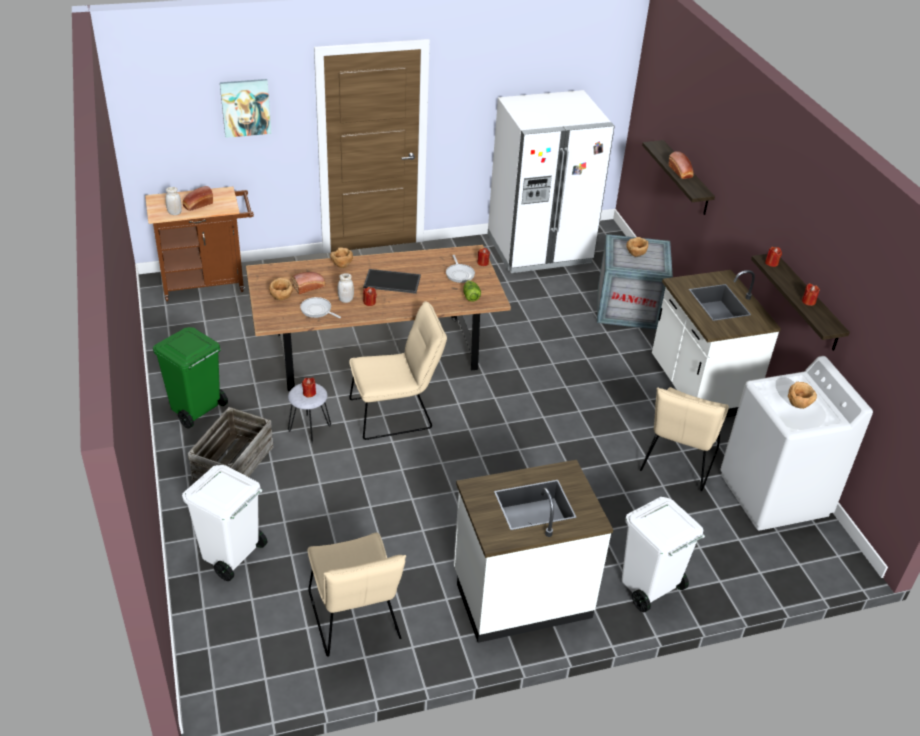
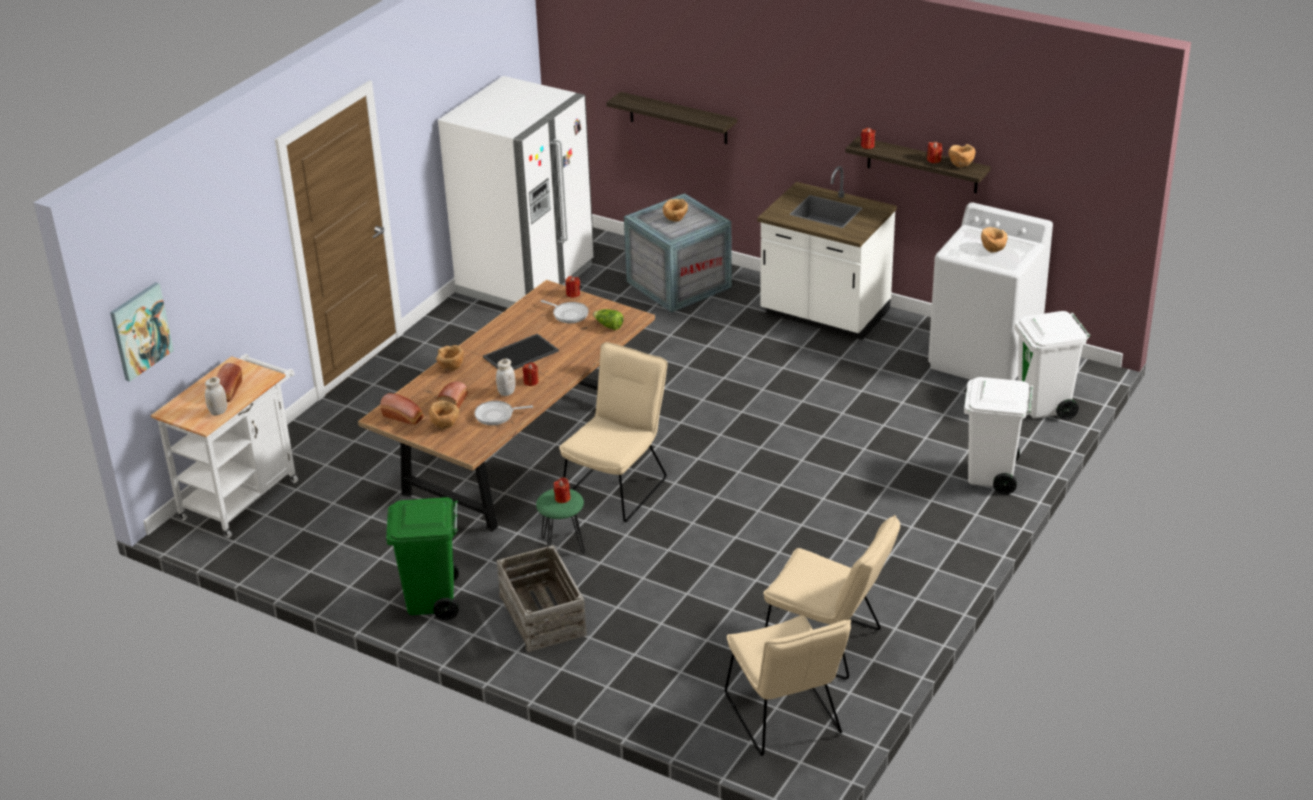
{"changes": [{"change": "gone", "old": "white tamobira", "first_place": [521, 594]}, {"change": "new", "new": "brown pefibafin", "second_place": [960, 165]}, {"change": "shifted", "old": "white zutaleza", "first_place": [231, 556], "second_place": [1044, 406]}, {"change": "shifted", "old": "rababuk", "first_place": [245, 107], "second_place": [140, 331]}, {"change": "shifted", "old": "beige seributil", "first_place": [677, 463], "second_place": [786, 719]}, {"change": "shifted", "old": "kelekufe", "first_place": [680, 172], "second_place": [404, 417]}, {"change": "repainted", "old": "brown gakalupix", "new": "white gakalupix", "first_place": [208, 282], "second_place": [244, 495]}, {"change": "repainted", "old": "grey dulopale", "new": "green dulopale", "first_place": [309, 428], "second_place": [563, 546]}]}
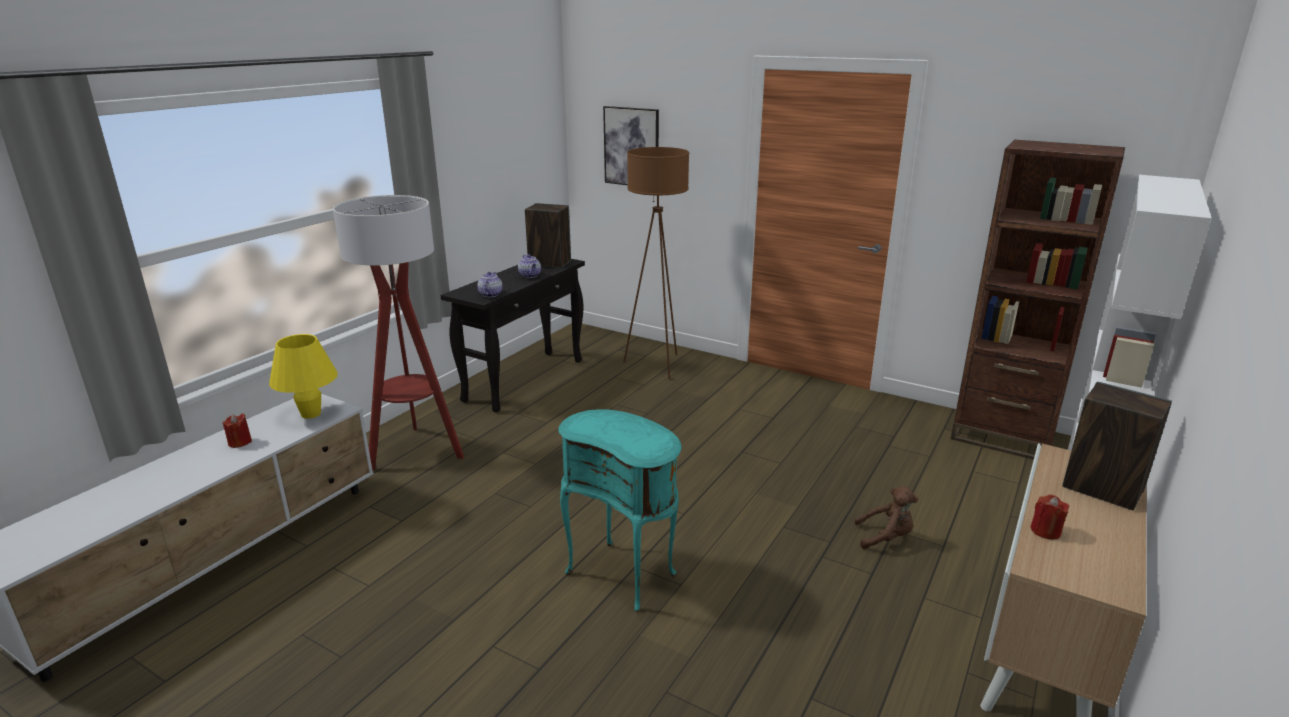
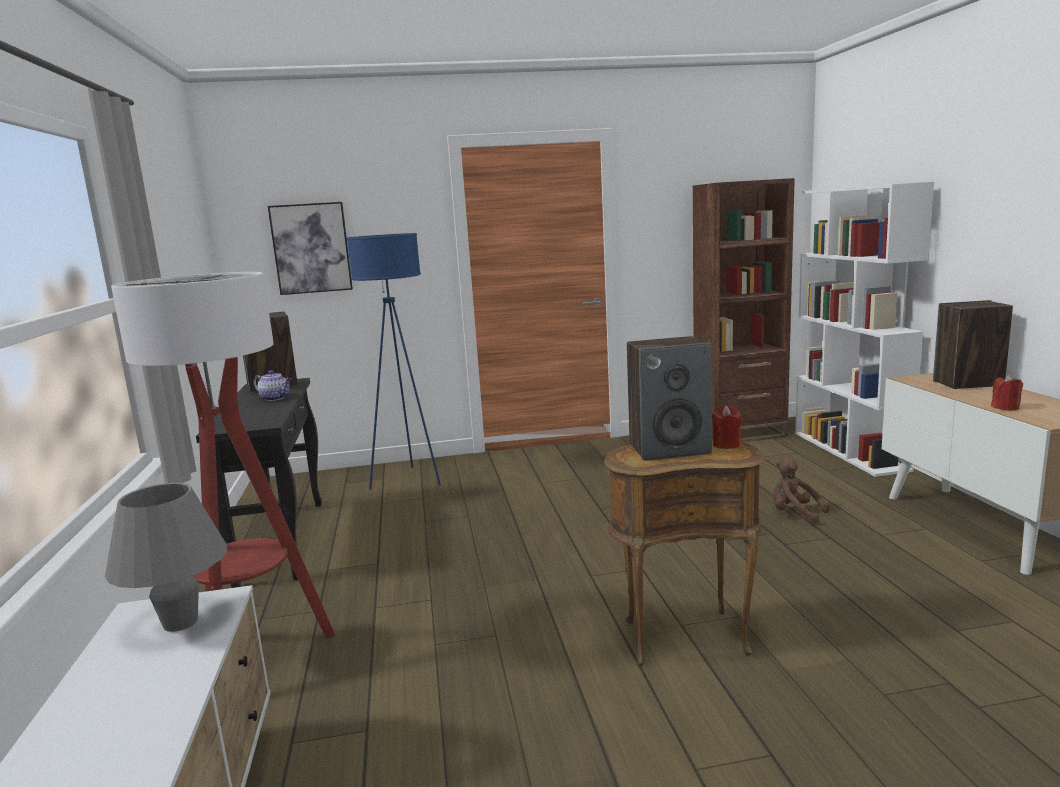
{"changes": [{"change": "gone", "old": "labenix", "first_place": [490, 294]}, {"change": "new", "new": "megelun", "second_place": [669, 449]}, {"change": "shifted", "old": "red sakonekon", "first_place": [240, 442], "second_place": [726, 444]}, {"change": "repainted", "old": "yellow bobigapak", "new": "grey bobigapak", "first_place": [311, 414], "second_place": [181, 622]}, {"change": "repainted", "old": "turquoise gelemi", "new": "brown gelemi", "first_place": [624, 573], "second_place": [683, 635]}, {"change": "repainted", "old": "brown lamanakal", "new": "blue lamanakal", "first_place": [656, 365], "second_place": [408, 480]}, {"change": "rotated", "old": "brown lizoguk", "first_place": [886, 537], "second_place": [795, 514], "degrees": -105}]}
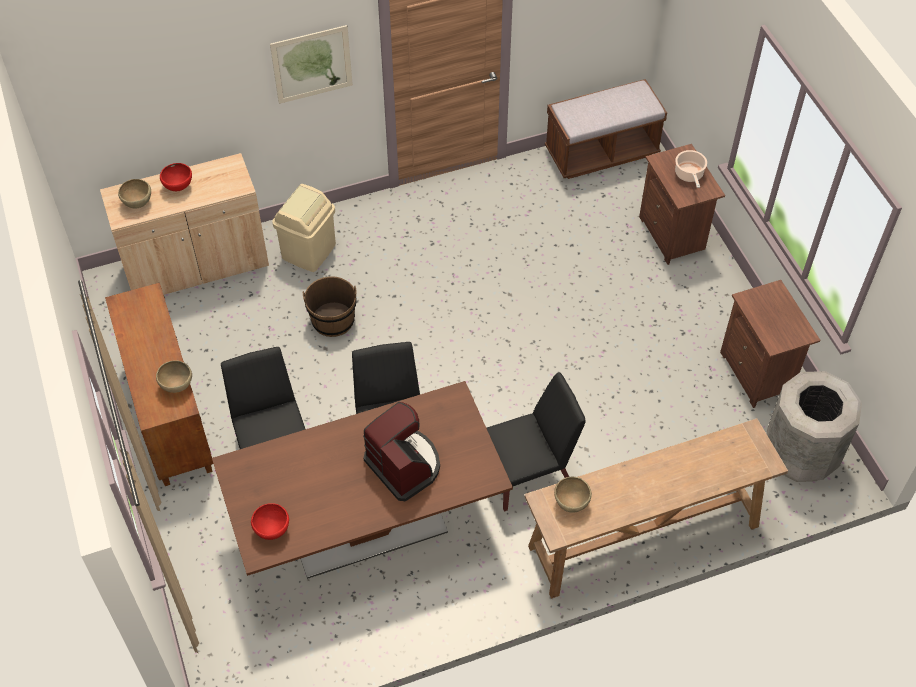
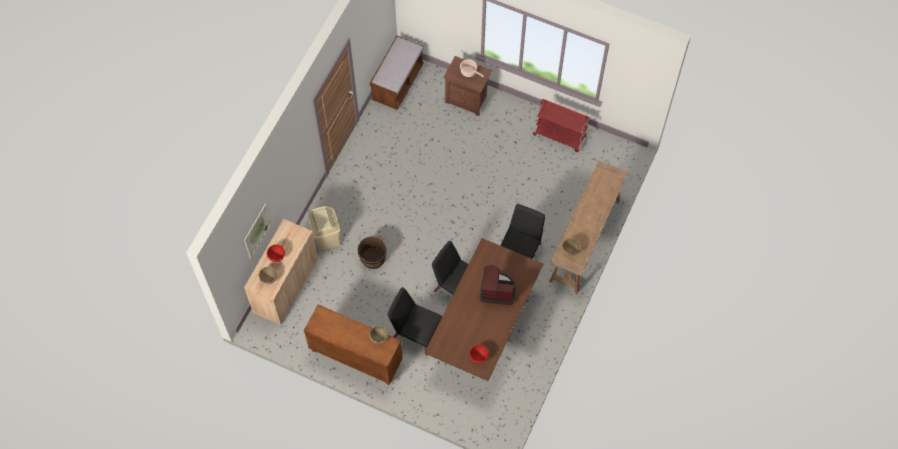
{"changes": [{"change": "gone", "old": "grey zutaleza", "first_place": [800, 454]}, {"change": "shifted", "old": "rababuk", "first_place": [312, 64], "second_place": [258, 230]}, {"change": "swapped", "old": "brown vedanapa", "new": "red gakalupix", "first_place": [758, 373], "second_place": [560, 135]}]}
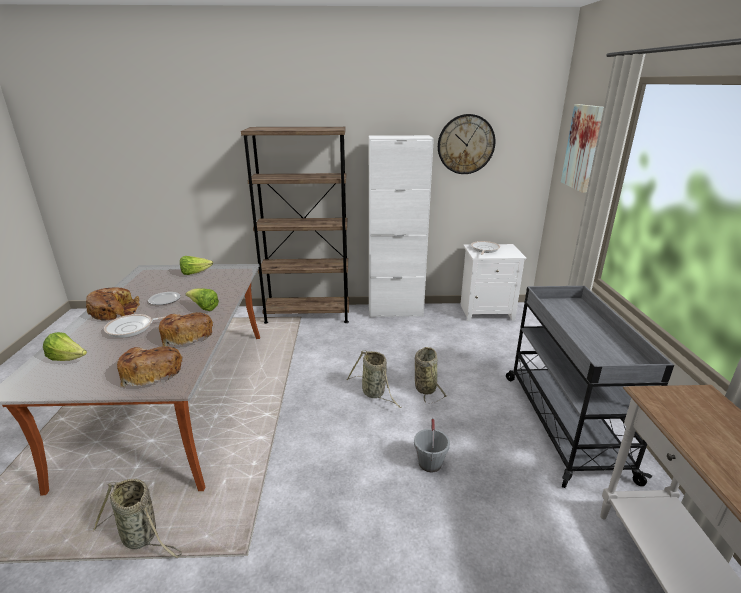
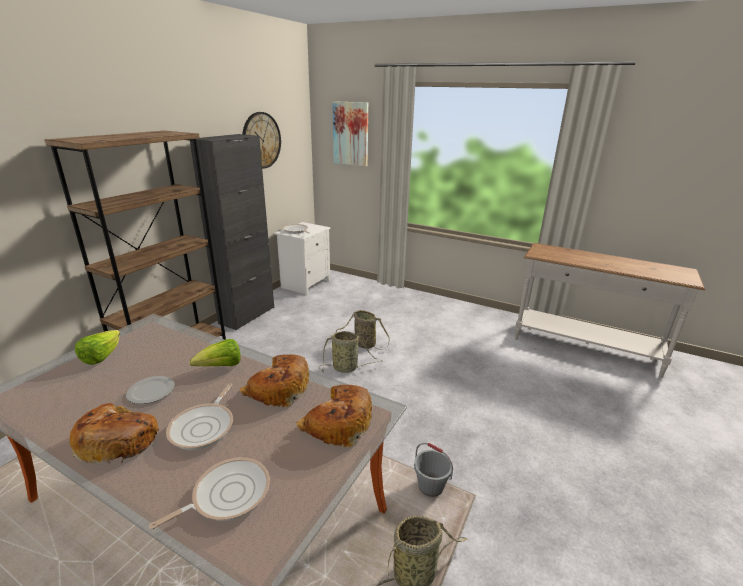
{"changes": [{"change": "gone", "old": "grey gakalupix", "first_place": [563, 423]}, {"change": "shifted", "old": "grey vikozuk", "first_place": [430, 463], "second_place": [431, 487]}, {"change": "swapped", "old": "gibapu", "new": "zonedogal", "first_place": [68, 359], "second_place": [227, 495]}, {"change": "repainted", "old": "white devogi", "new": "black devogi", "first_place": [395, 311], "second_place": [247, 315]}]}
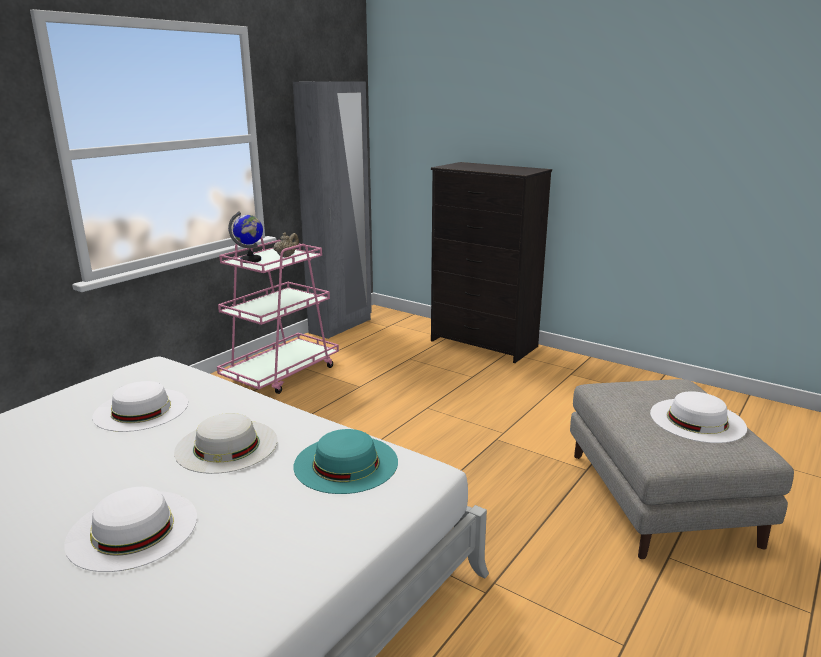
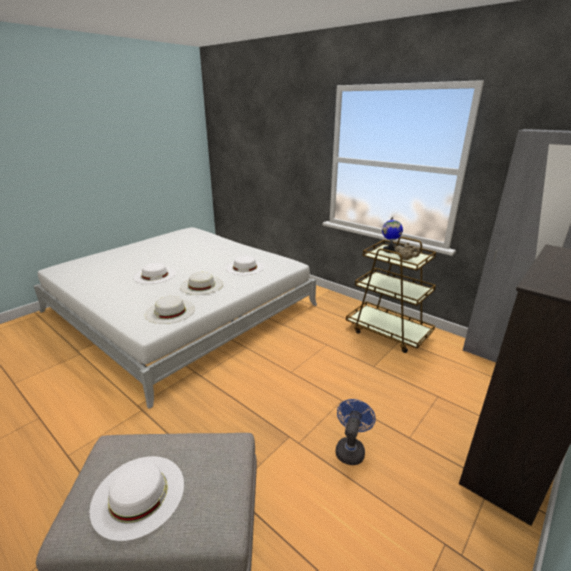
{"changes": [{"change": "new", "new": "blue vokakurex", "second_place": [350, 449]}, {"change": "repainted", "old": "pink gakalupix", "new": "brown gakalupix", "first_place": [281, 373], "second_place": [388, 332]}, {"change": "repainted", "old": "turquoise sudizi", "new": "white sudizi", "first_place": [346, 463], "second_place": [170, 311]}]}
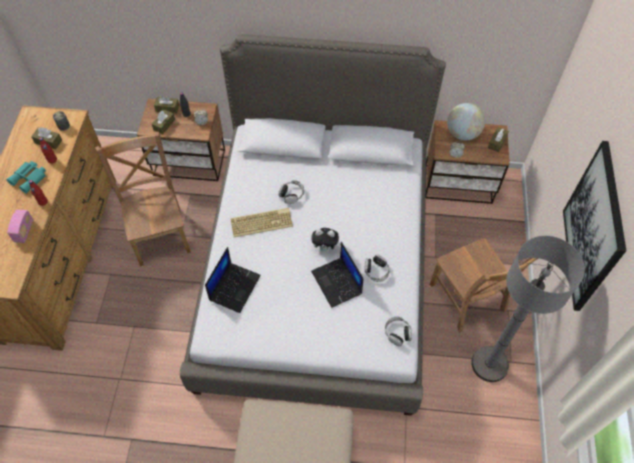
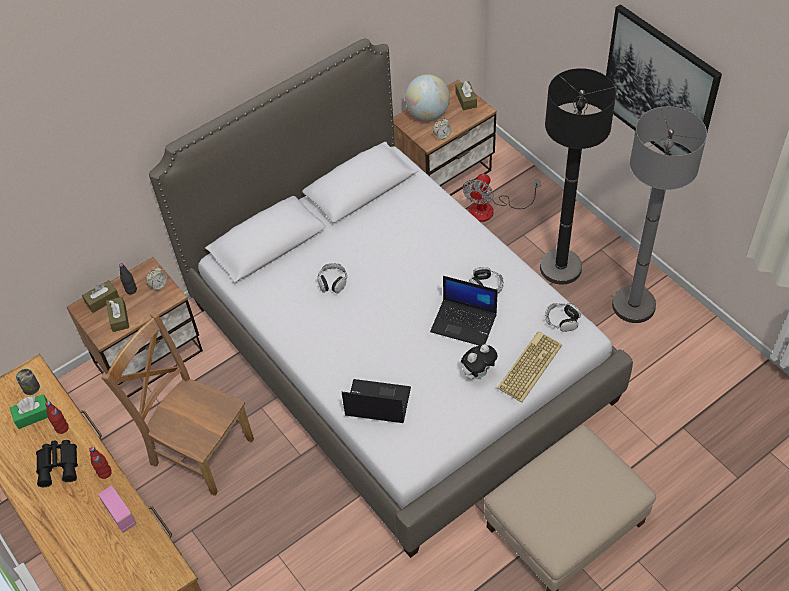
{"changes": [{"change": "new", "new": "vokakurex", "second_place": [490, 210]}, {"change": "shifted", "old": "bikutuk", "first_place": [262, 222], "second_place": [529, 366]}, {"change": "shifted", "old": "lizoguk", "first_place": [326, 248], "second_place": [478, 373]}, {"change": "swapped", "old": "brown seributil", "new": "black lamanakal", "first_place": [468, 300], "second_place": [560, 268]}, {"change": "repainted", "old": "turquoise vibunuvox", "new": "black vibunuvox", "first_place": [30, 178], "second_place": [59, 464]}, {"change": "repainted", "old": "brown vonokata", "new": "green vonokata", "first_place": [48, 141], "second_place": [33, 415]}, {"change": "rotated", "old": "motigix", "first_place": [234, 287], "second_place": [377, 402], "degrees": -60}]}
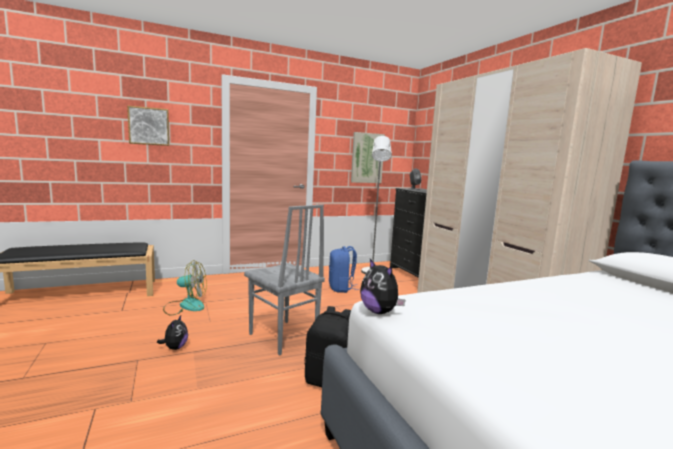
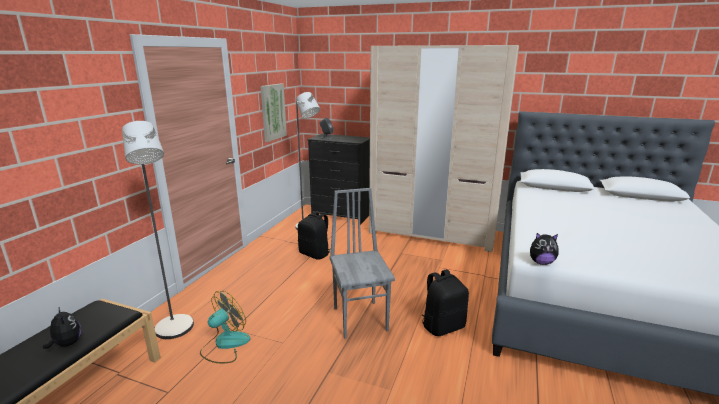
{"changes": [{"change": "gone", "old": "rababuk", "first_place": [149, 126]}, {"change": "new", "new": "grey lamanakal", "second_place": [176, 331]}, {"change": "shifted", "old": "lizoguk", "first_place": [175, 348], "second_place": [67, 344]}, {"change": "repainted", "old": "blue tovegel", "new": "black tovegel", "first_place": [341, 288], "second_place": [315, 254]}, {"change": "rotated", "old": "grey seributil", "first_place": [282, 337], "second_place": [361, 318], "degrees": -105}]}
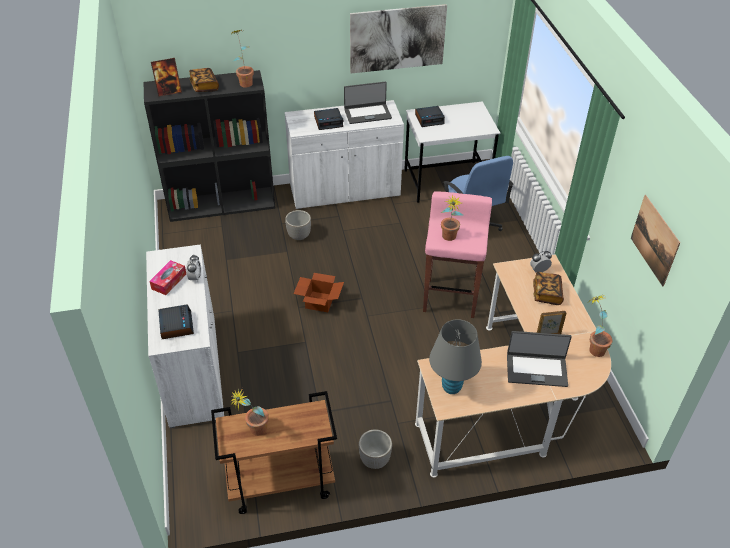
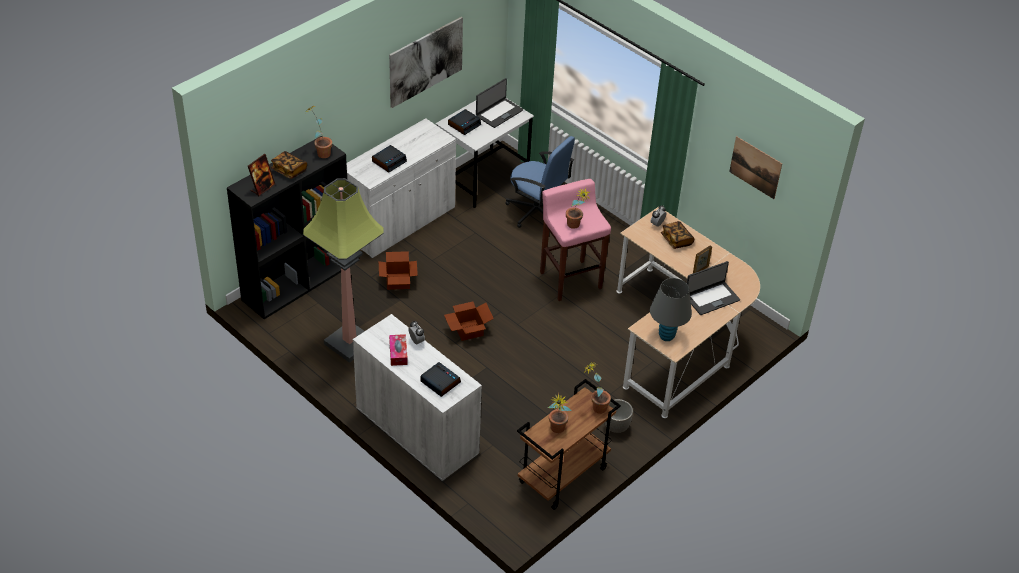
{"changes": [{"change": "new", "new": "lamanakal", "second_place": [349, 343]}, {"change": "shifted", "old": "motigix", "first_place": [367, 113], "second_place": [499, 113]}, {"change": "shifted", "old": "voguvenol", "first_place": [593, 347], "second_place": [595, 407]}, {"change": "swapped", "old": "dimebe", "new": "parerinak", "first_place": [298, 236], "second_place": [397, 282]}]}
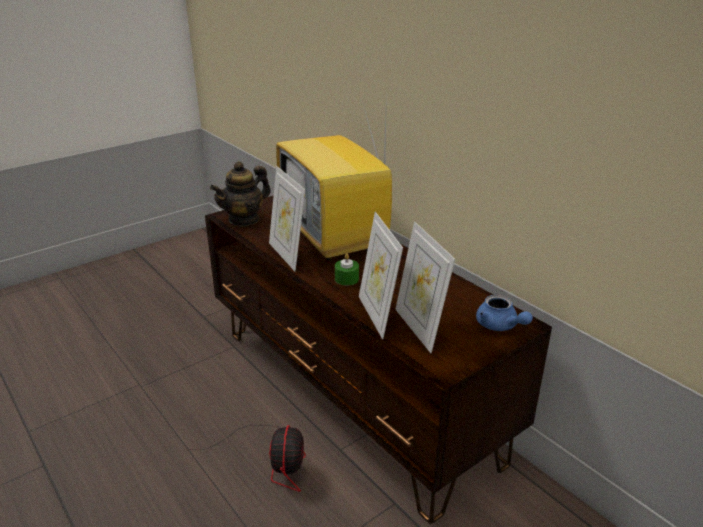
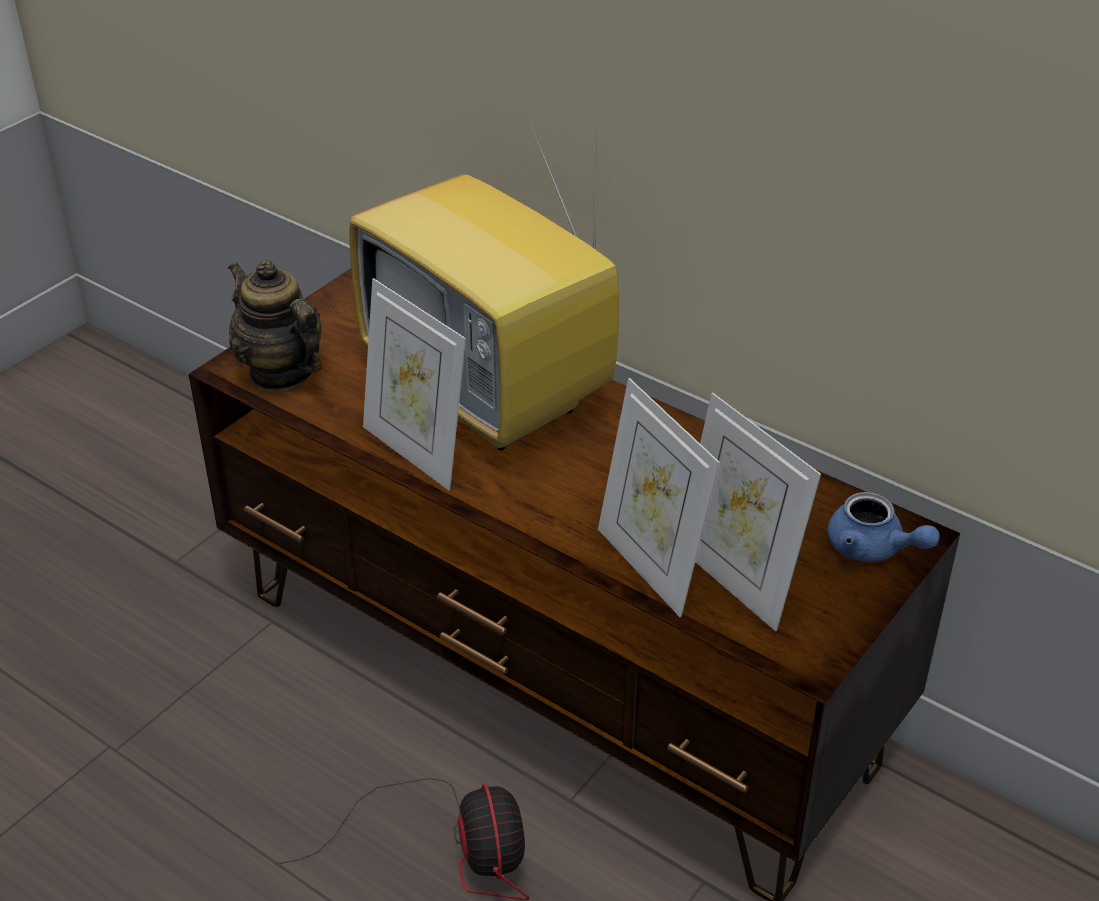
{"changes": [{"change": "gone", "old": "green sakonekon", "first_place": [346, 279]}, {"change": "rotated", "old": "labenix", "first_place": [244, 219], "second_place": [280, 372], "degrees": 105}]}
